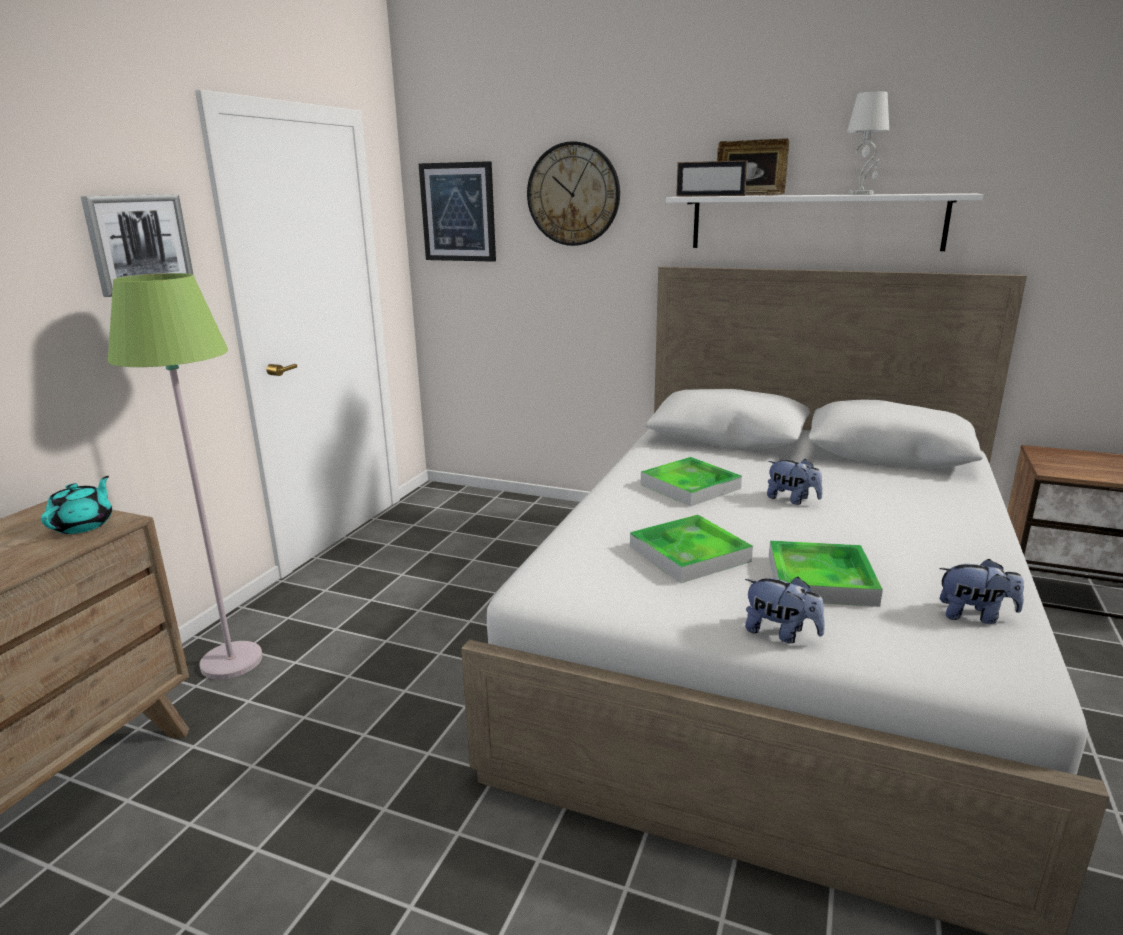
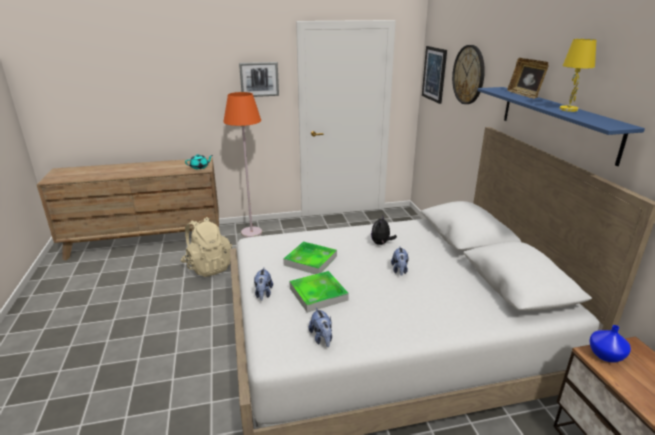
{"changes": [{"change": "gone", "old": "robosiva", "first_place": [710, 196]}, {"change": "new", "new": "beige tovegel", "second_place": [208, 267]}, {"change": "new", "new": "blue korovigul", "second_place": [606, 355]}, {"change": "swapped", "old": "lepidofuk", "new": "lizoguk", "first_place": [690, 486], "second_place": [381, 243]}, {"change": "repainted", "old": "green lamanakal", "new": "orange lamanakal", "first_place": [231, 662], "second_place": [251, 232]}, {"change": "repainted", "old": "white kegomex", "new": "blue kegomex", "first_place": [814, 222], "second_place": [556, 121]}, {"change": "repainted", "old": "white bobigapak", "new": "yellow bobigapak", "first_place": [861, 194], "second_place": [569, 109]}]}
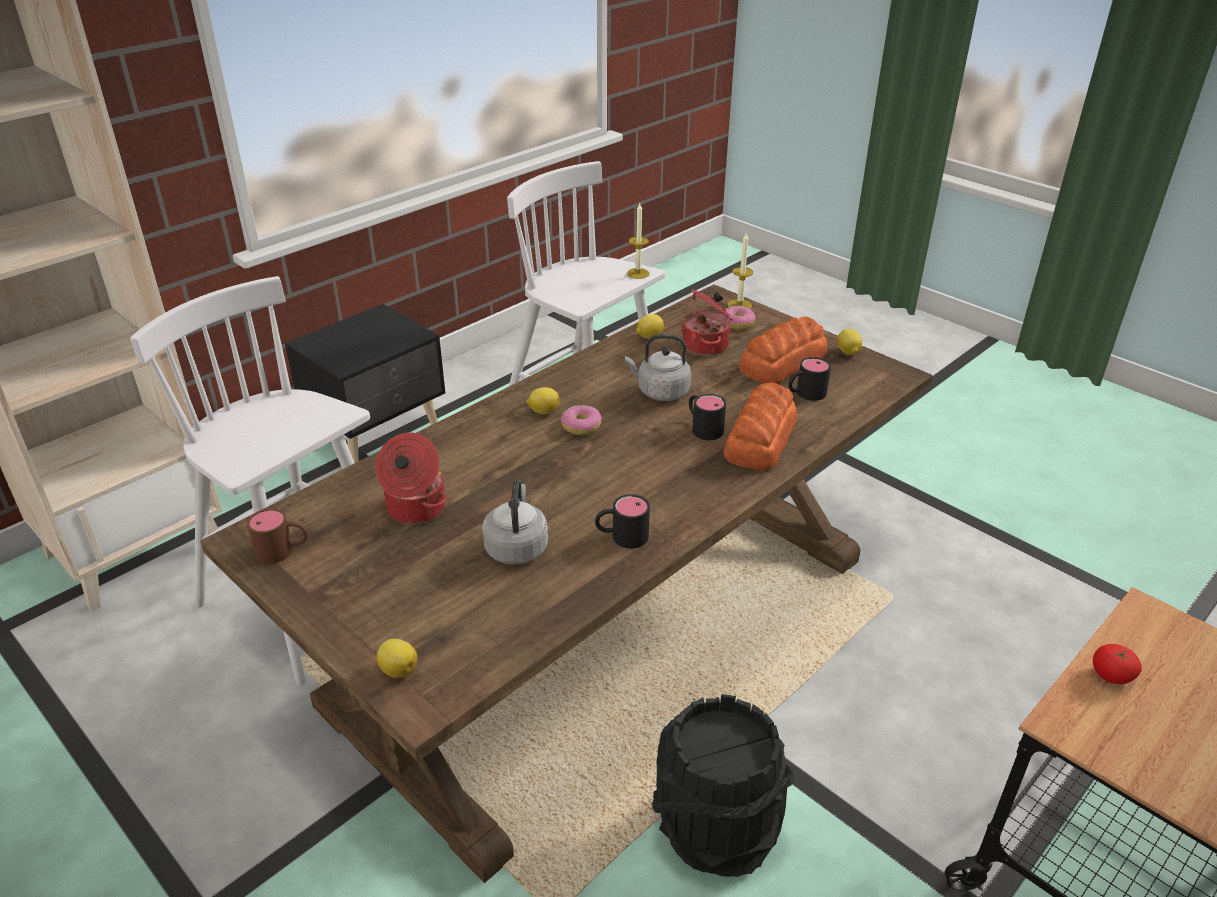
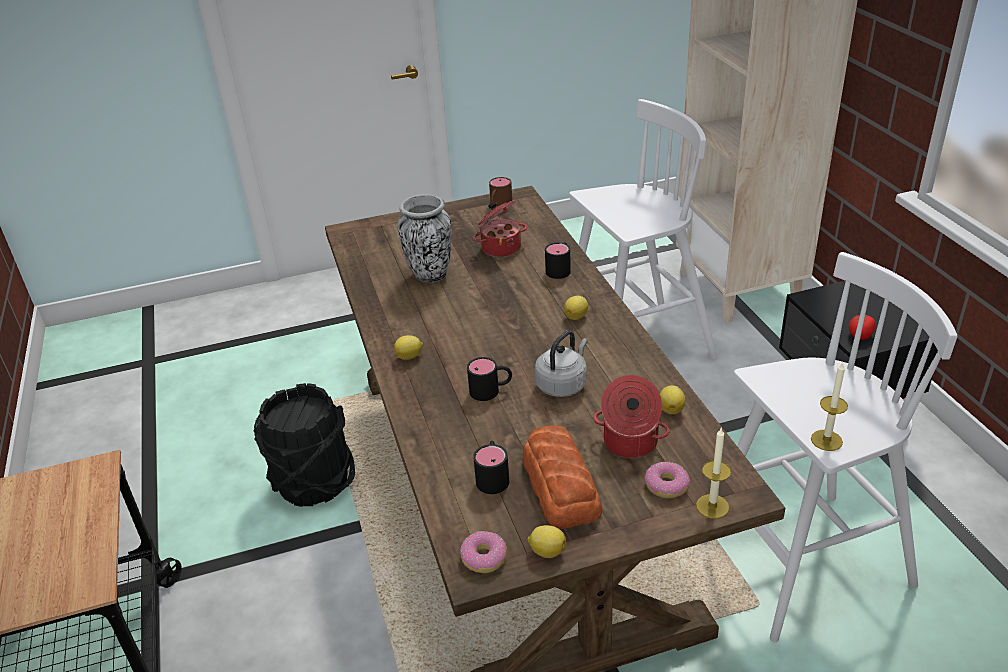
{"changes": [{"change": "gone", "old": "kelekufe", "first_place": [759, 439]}, {"change": "shifted", "old": "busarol", "first_place": [398, 669], "second_place": [410, 356]}, {"change": "shifted", "old": "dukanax", "first_place": [581, 426], "second_place": [483, 558]}, {"change": "shifted", "old": "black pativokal", "first_place": [621, 536], "second_place": [560, 269]}, {"change": "shifted", "old": "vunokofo", "first_place": [1110, 676], "second_place": [860, 336]}, {"change": "swapped", "old": "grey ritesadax", "new": "korovigul", "first_place": [517, 547], "second_place": [430, 275]}]}
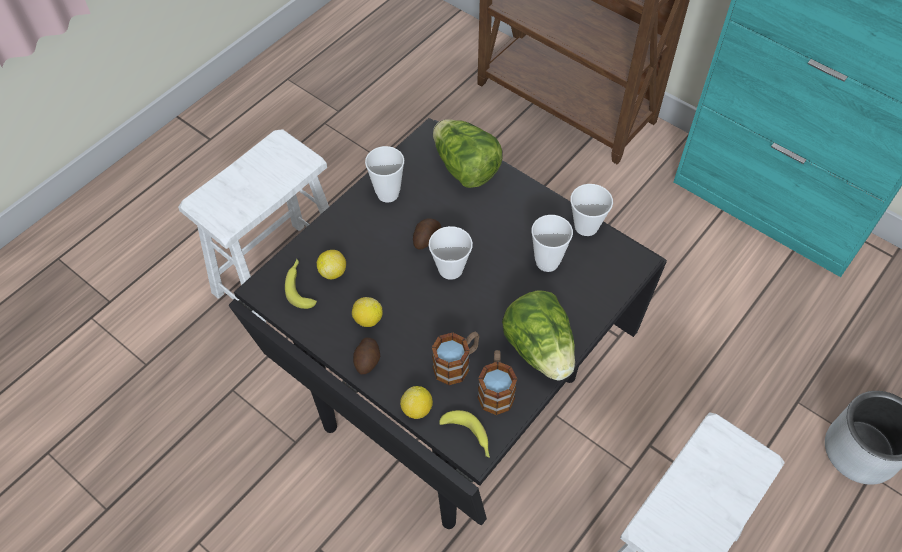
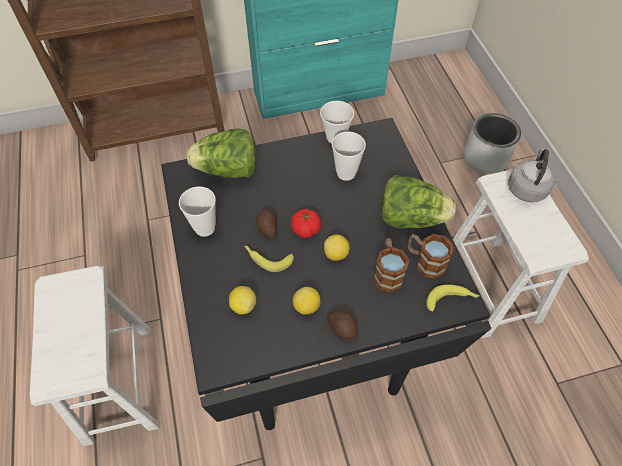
{"changes": [{"change": "new", "new": "grey ritesadax", "second_place": [526, 188]}, {"change": "shifted", "old": "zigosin", "first_place": [300, 286], "second_place": [267, 258]}, {"change": "shifted", "old": "busarol", "first_place": [417, 409], "second_place": [336, 254]}, {"change": "swapped", "old": "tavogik", "new": "vunokofo", "first_place": [450, 269], "second_place": [306, 229]}]}
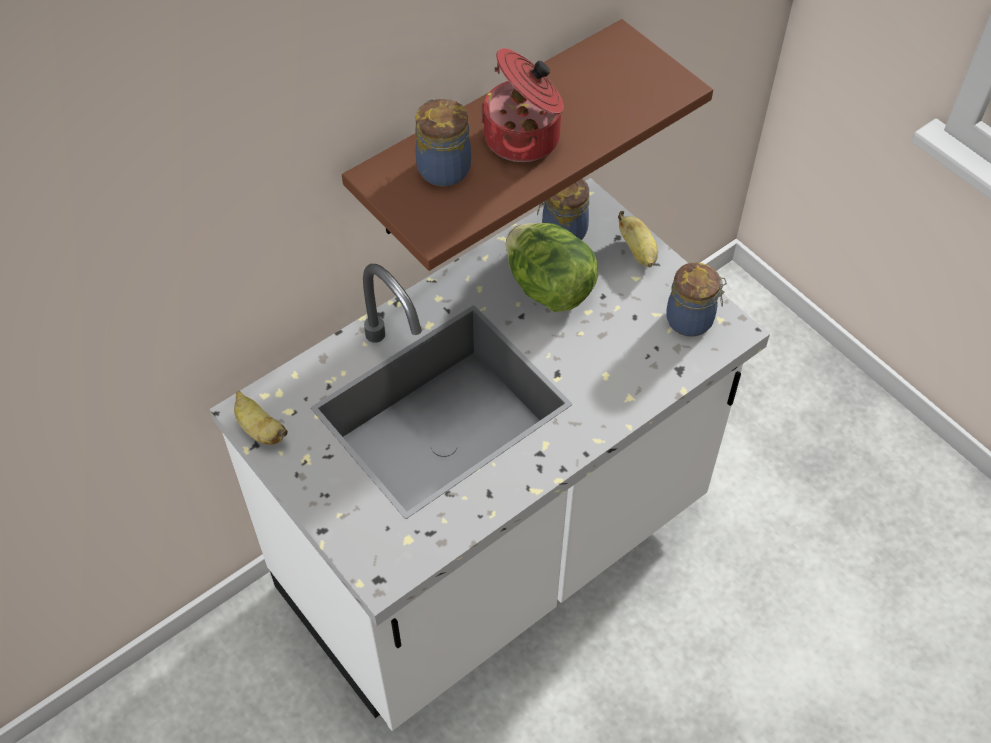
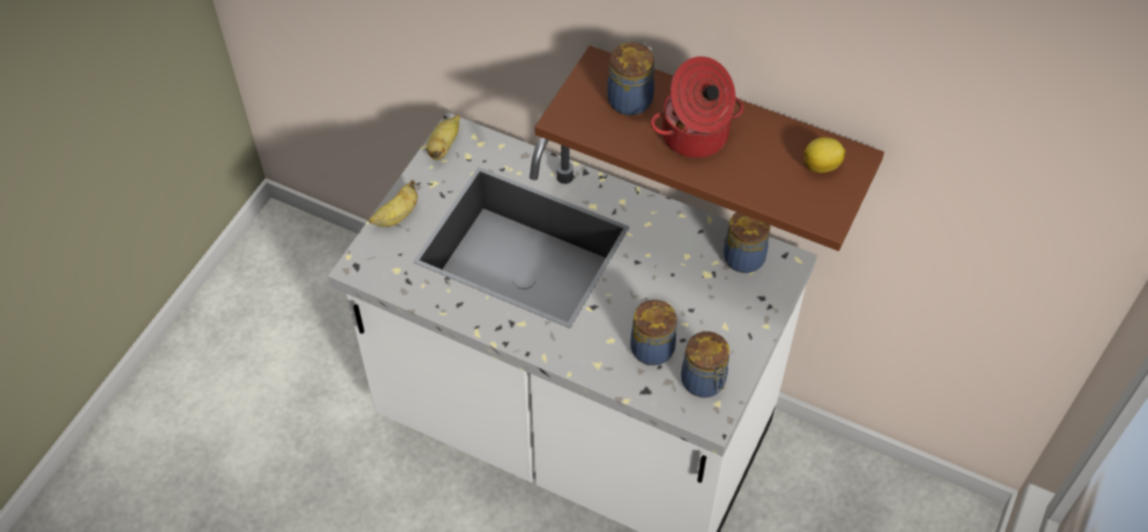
{"changes": [{"change": "gone", "old": "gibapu", "first_place": [549, 288]}, {"change": "new", "new": "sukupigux", "second_place": [651, 347]}, {"change": "new", "new": "busarol", "second_place": [822, 166]}, {"change": "shifted", "old": "zigosin", "first_place": [638, 252], "second_place": [396, 216]}]}
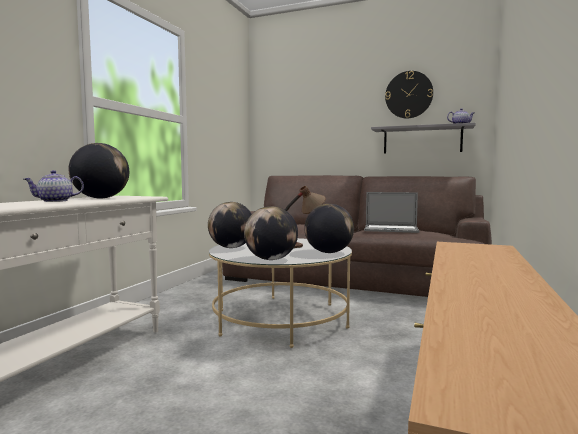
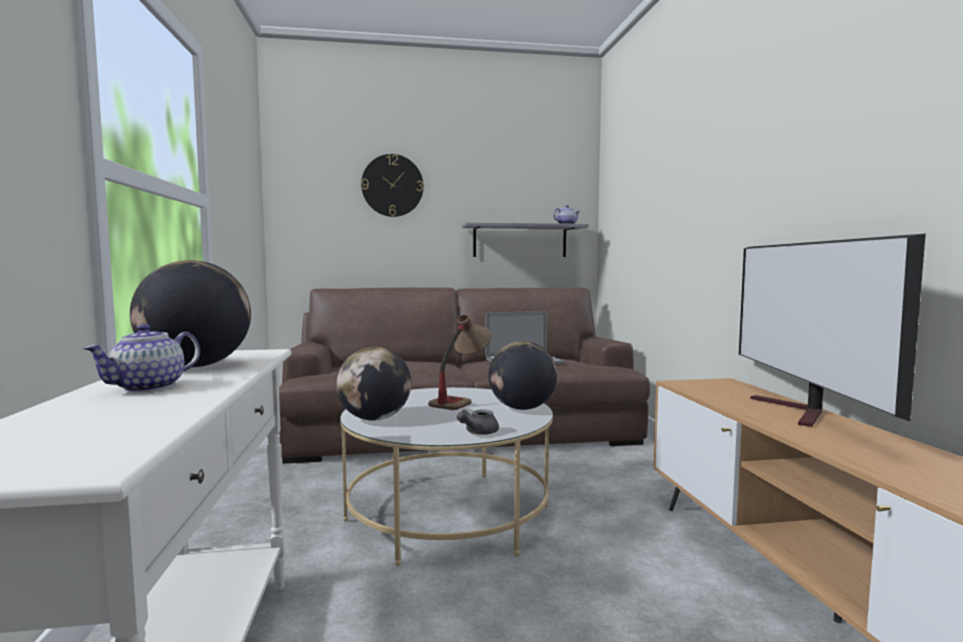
{"changes": [{"change": "new", "new": "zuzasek", "second_place": [800, 412]}, {"change": "shifted", "old": "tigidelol", "first_place": [408, 95], "second_place": [392, 185]}, {"change": "swapped", "old": "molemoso", "new": "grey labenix", "first_place": [271, 259], "second_place": [477, 432]}]}
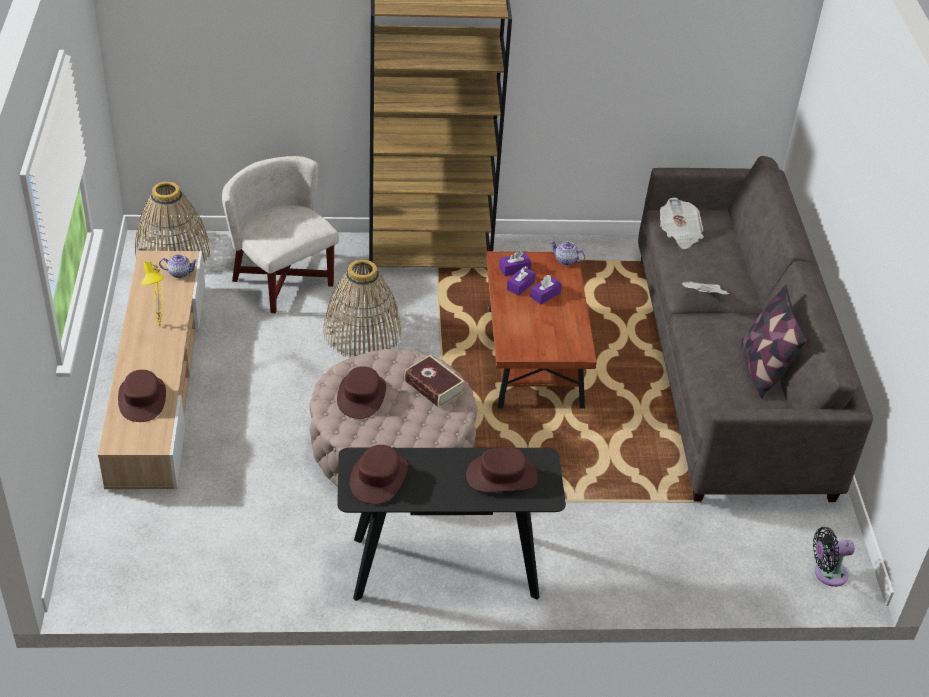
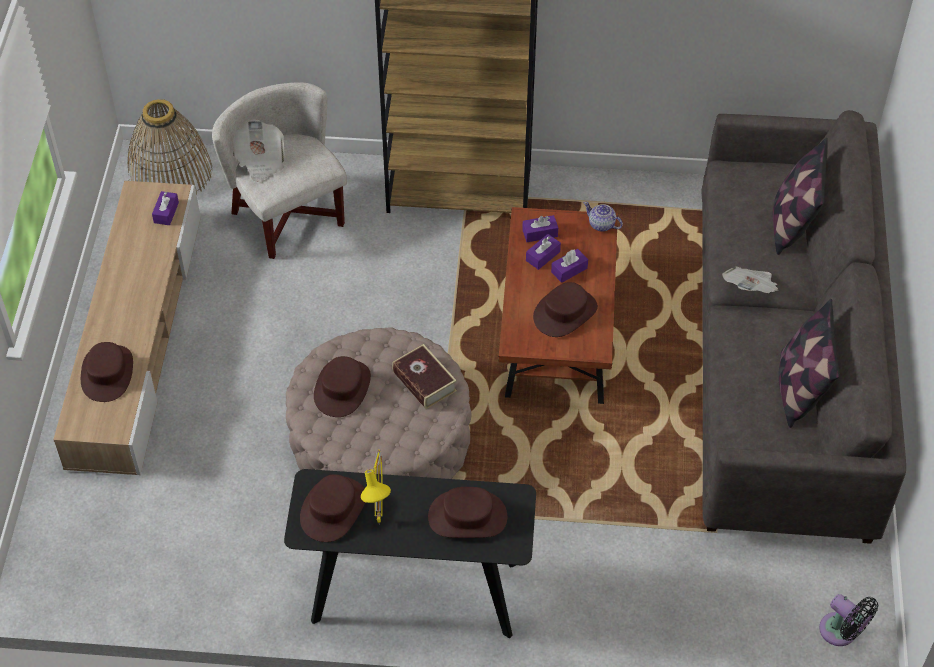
{"changes": [{"change": "gone", "old": "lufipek", "first_place": [362, 332]}, {"change": "new", "new": "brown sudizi", "second_place": [565, 312]}, {"change": "new", "new": "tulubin", "second_place": [792, 223]}, {"change": "shifted", "old": "yellow bobigapak", "first_place": [161, 326], "second_place": [381, 523]}, {"change": "shifted", "old": "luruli", "first_place": [679, 234], "second_place": [260, 161]}, {"change": "swapped", "old": "labenix", "new": "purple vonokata", "first_place": [179, 273], "second_place": [166, 212]}, {"change": "rotated", "old": "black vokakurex", "first_place": [827, 573], "second_place": [841, 632], "degrees": -135}]}
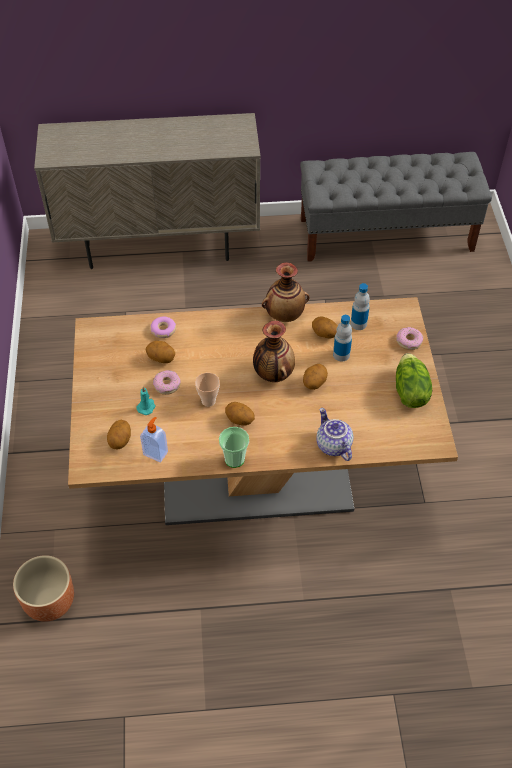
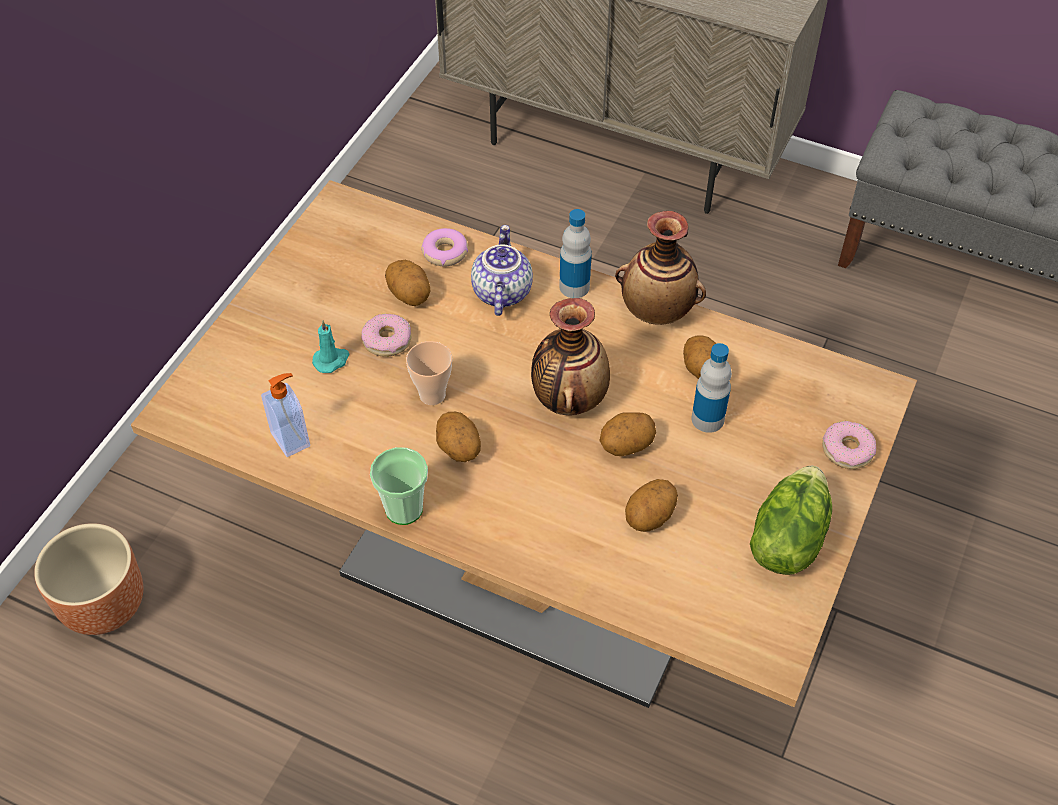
{"changes": [{"change": "shifted", "old": "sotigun", "first_place": [120, 441], "second_place": [650, 517]}, {"change": "shifted", "old": "labenix", "first_place": [332, 445], "second_place": [500, 292]}, {"change": "shifted", "old": "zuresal", "first_place": [358, 324], "second_place": [574, 287]}]}
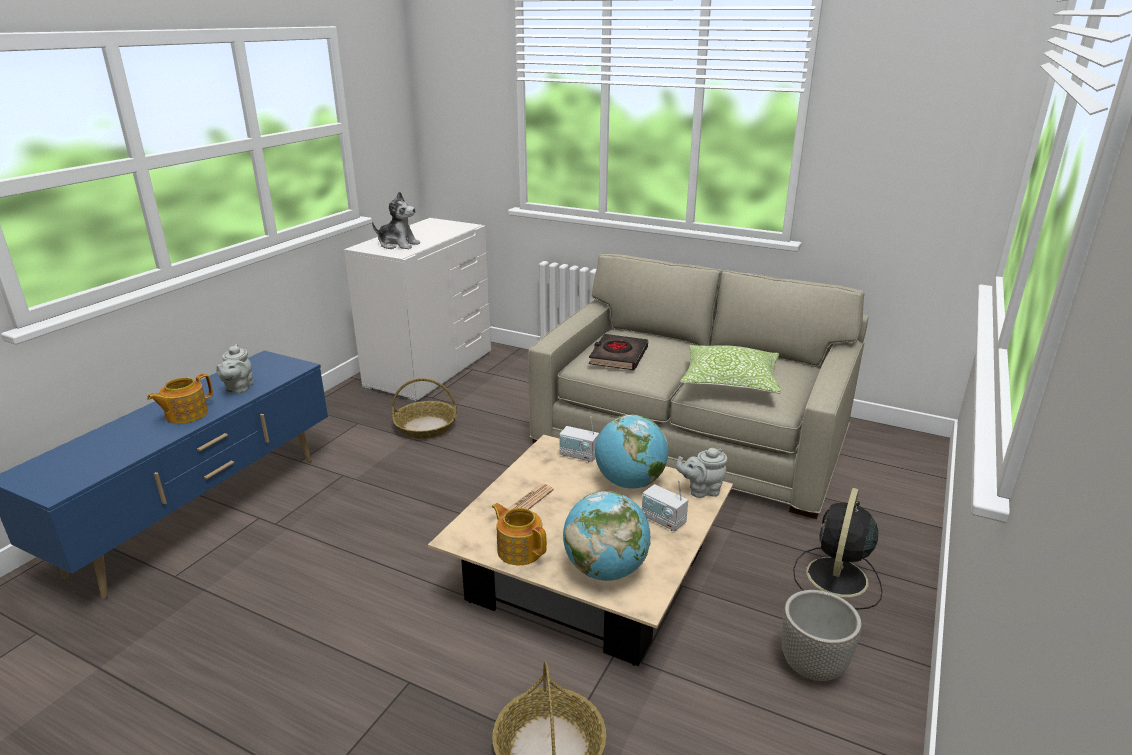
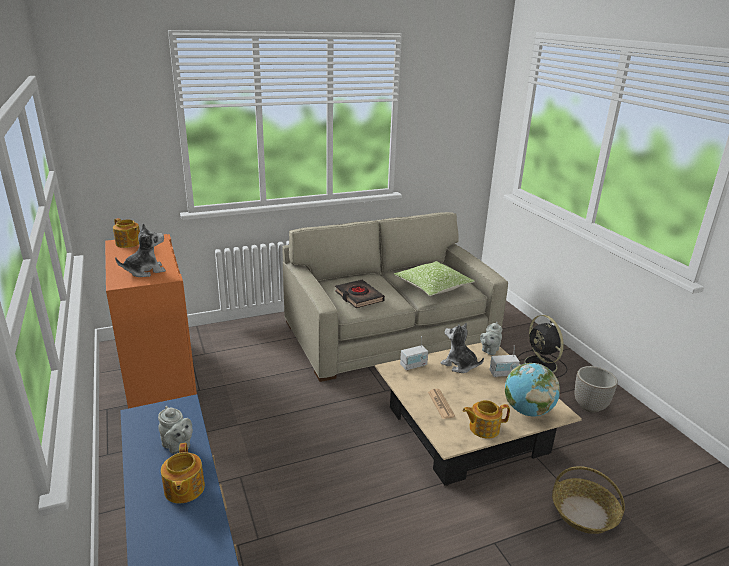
{"changes": [{"change": "gone", "old": "lufipek", "first_place": [426, 427]}, {"change": "new", "new": "labenix", "second_place": [128, 243]}, {"change": "swapped", "old": "molemoso", "new": "lizoguk", "first_place": [629, 483], "second_place": [459, 365]}, {"change": "repainted", "old": "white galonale", "new": "orange galonale", "first_place": [429, 369], "second_place": [157, 372]}]}
